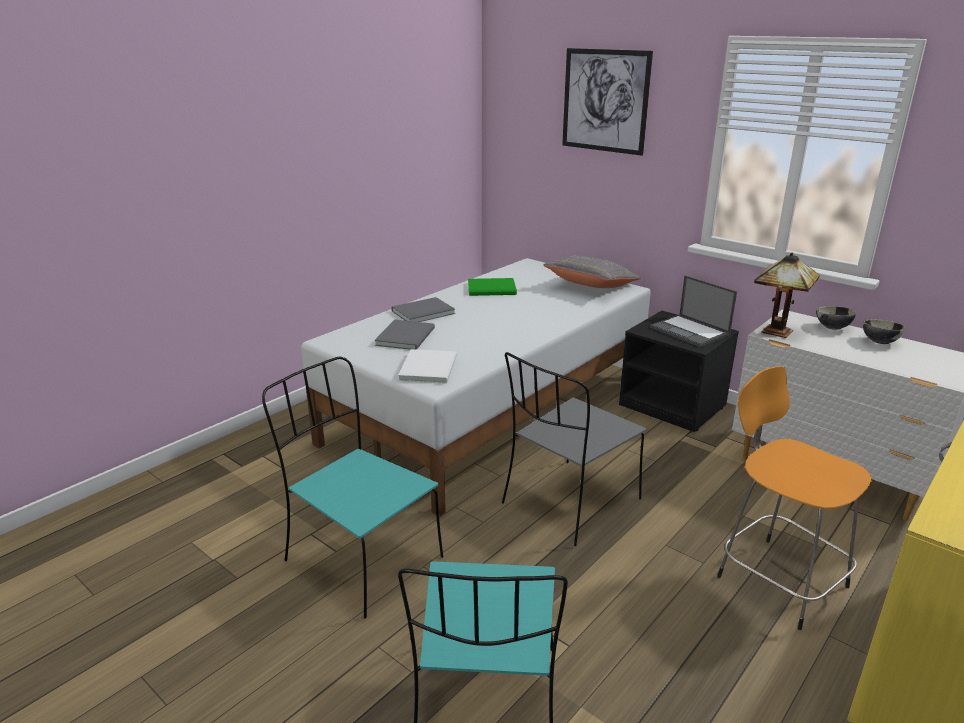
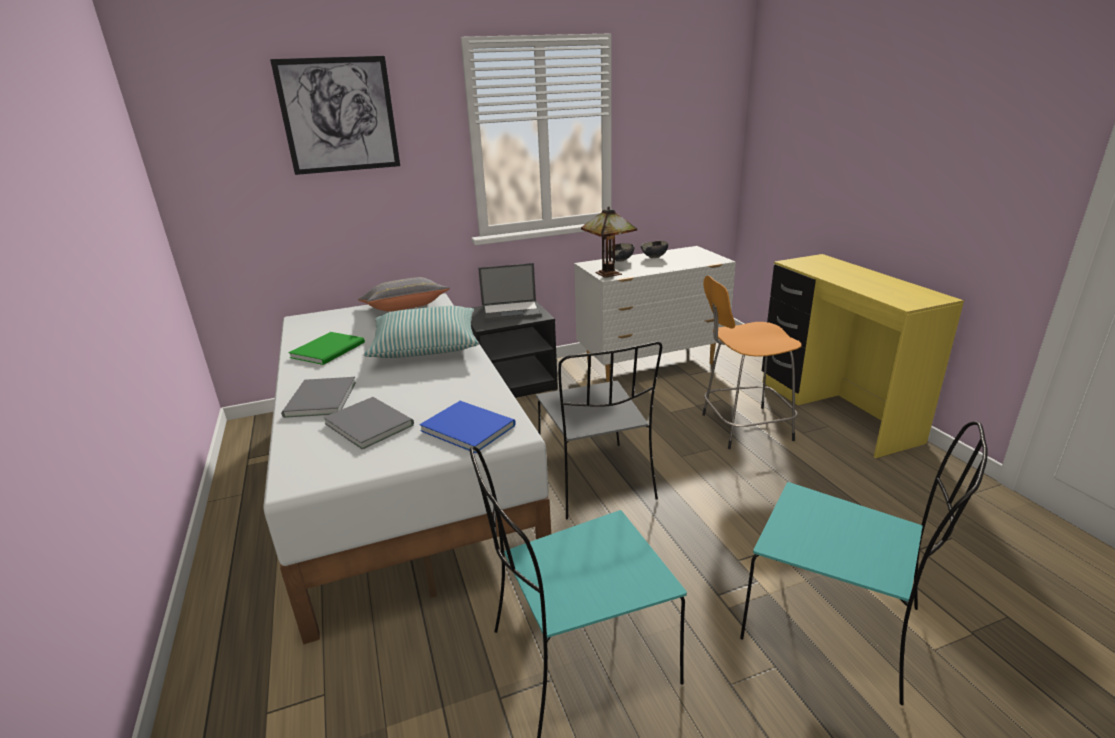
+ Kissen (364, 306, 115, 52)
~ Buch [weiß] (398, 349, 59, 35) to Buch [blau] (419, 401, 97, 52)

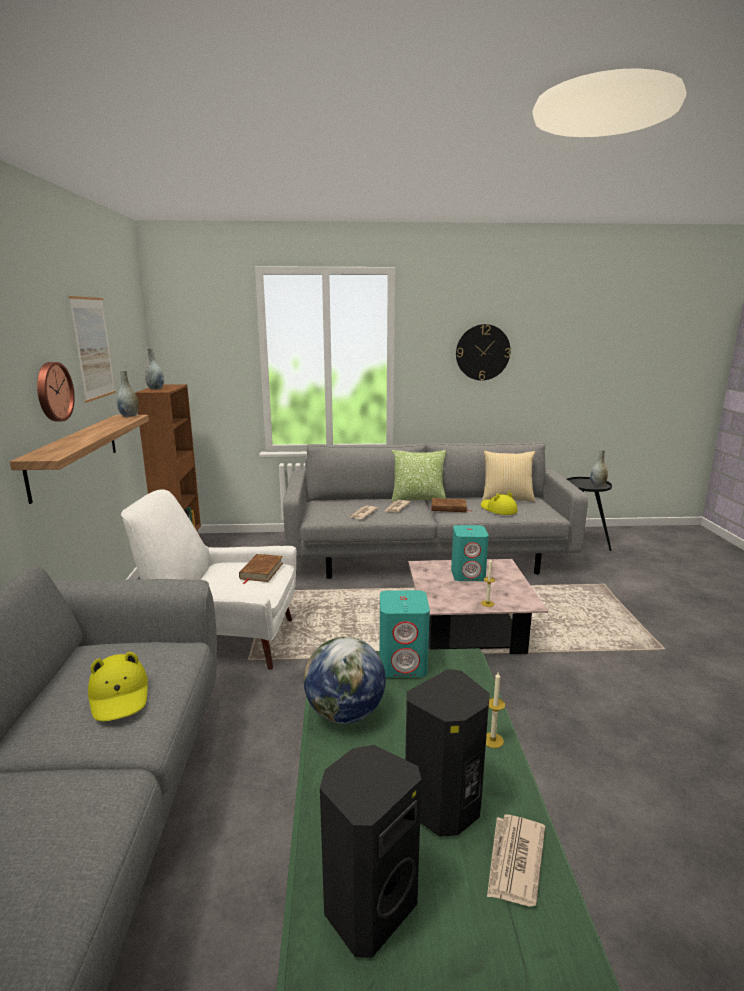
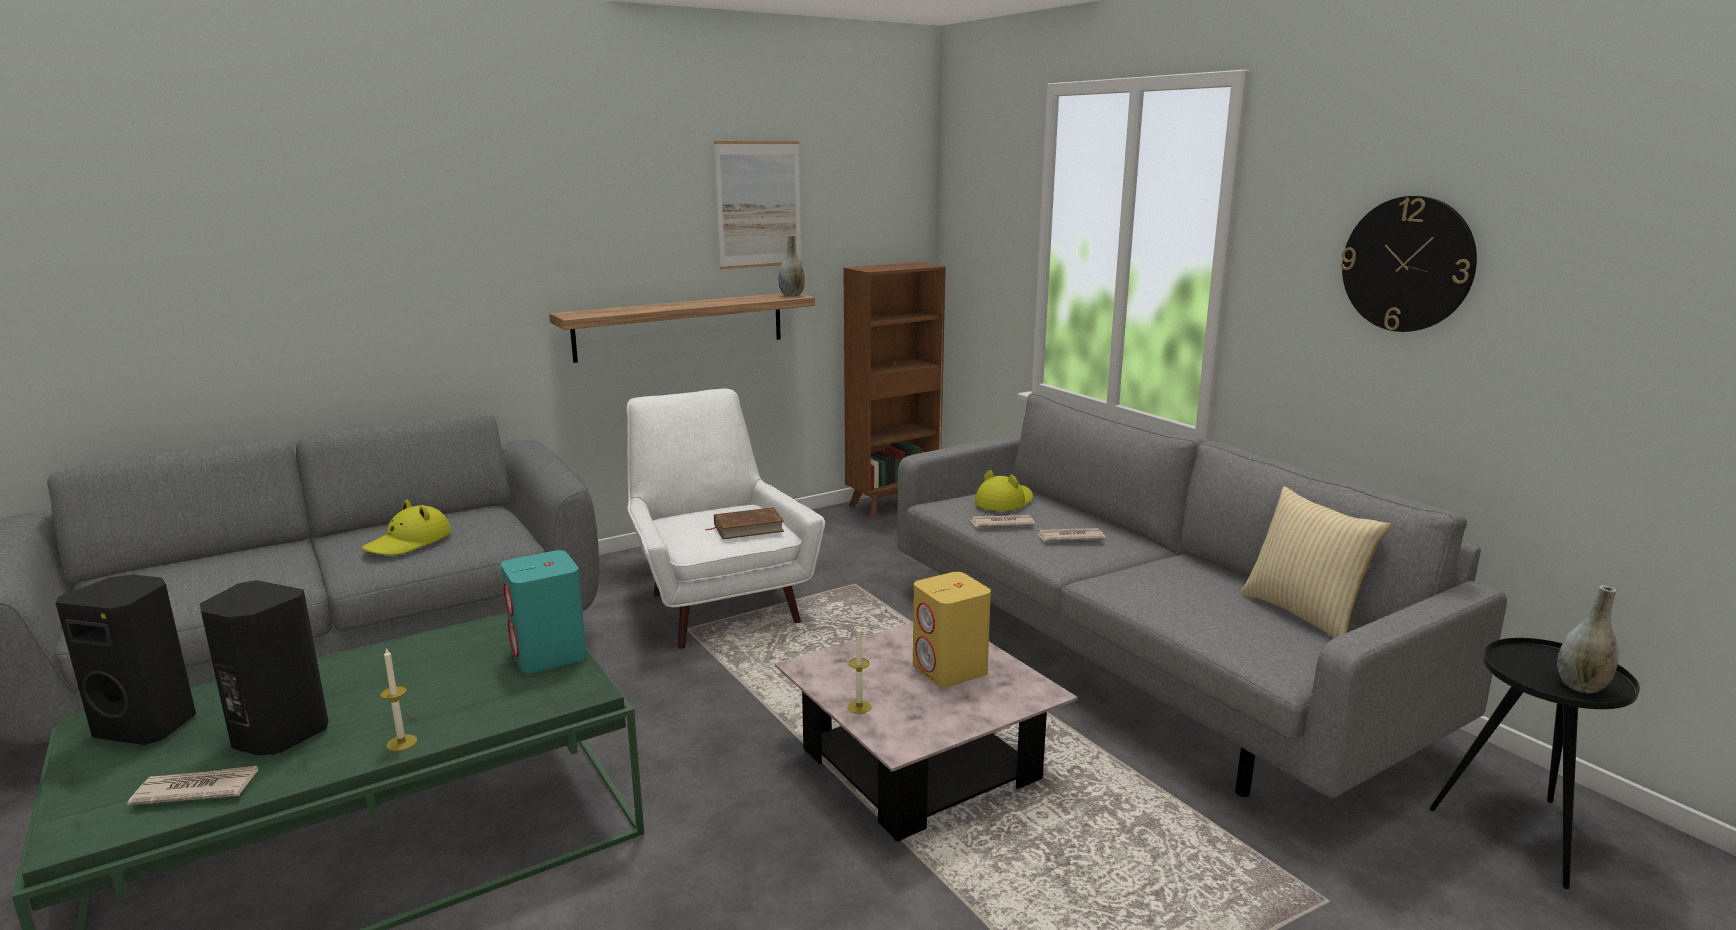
~ Lautsprecher [türkis] (451, 525, 38, 56) to Lautsprecher [gelb] (913, 572, 78, 115)
~ Hut [gelb] (481, 492, 37, 23) to (975, 470, 58, 41)
- Wanduhr (37, 362, 38, 59)
- Vase [grau] (145, 348, 19, 42)
- Globus (304, 637, 82, 87)
- Kissen (391, 450, 55, 52)
- Buch [braun] (431, 498, 40, 14)

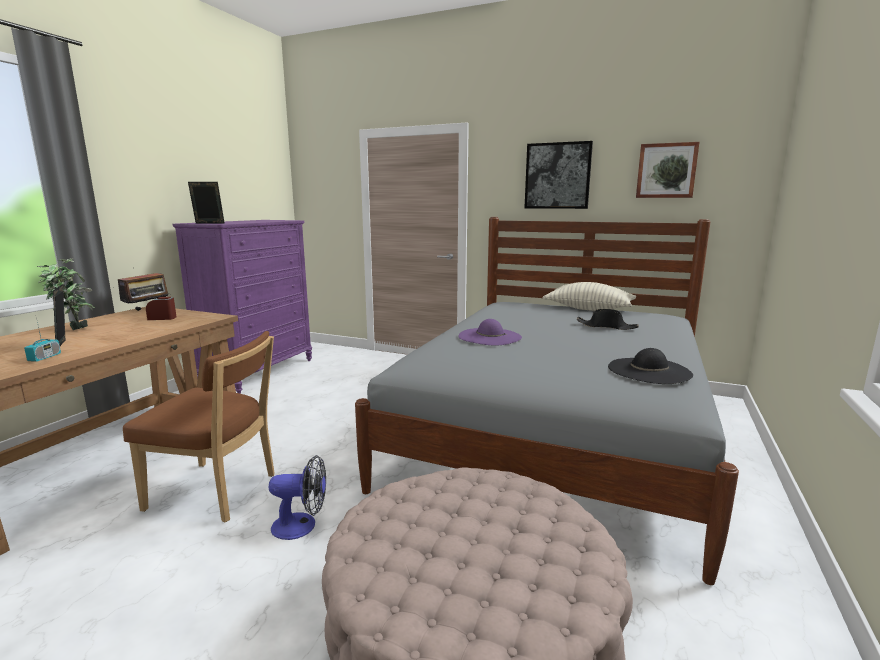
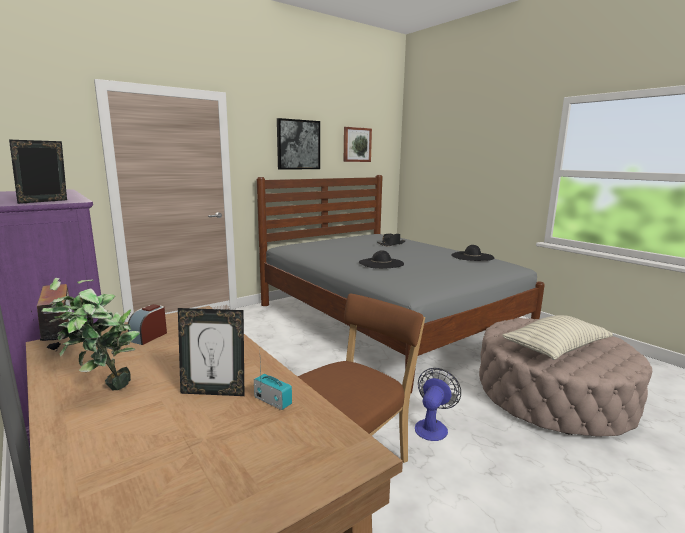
~ Hut [lila] (459, 319, 63, 27) to Hut [schwarz] (359, 250, 45, 19)
~ Kissen (543, 282, 94, 29) to (503, 315, 110, 45)

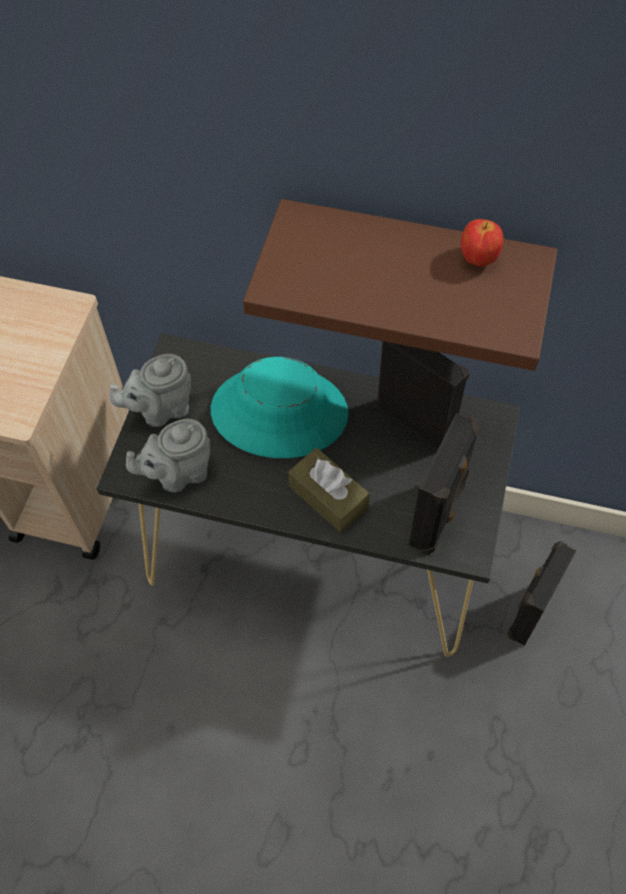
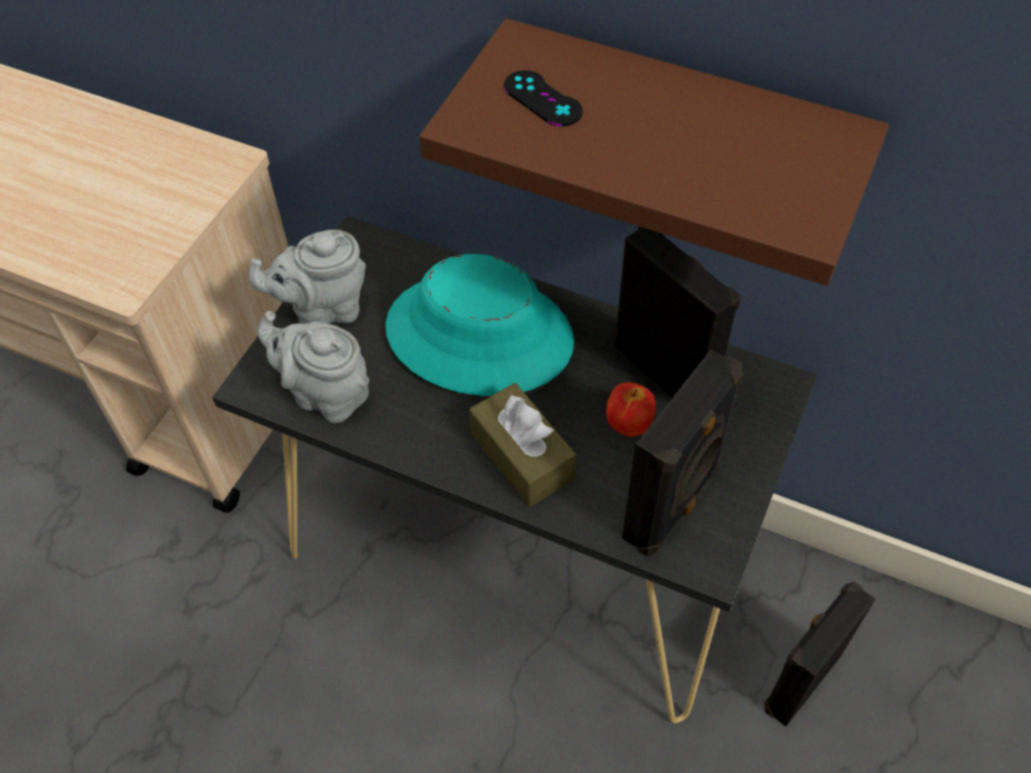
~ Teekanne [grau] (126, 419, 84, 73) = (257, 311, 112, 113) 45 degrees clockwise
+ Gamepad [schwarz] (504, 70, 79, 56)
~ Apfel (461, 219, 43, 47) to (606, 382, 50, 55)

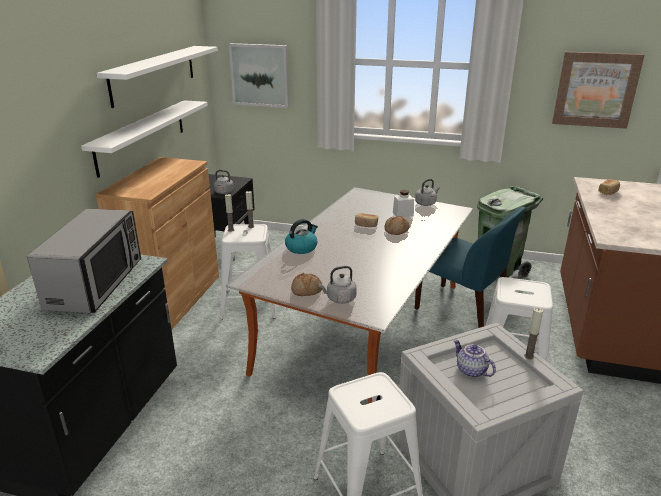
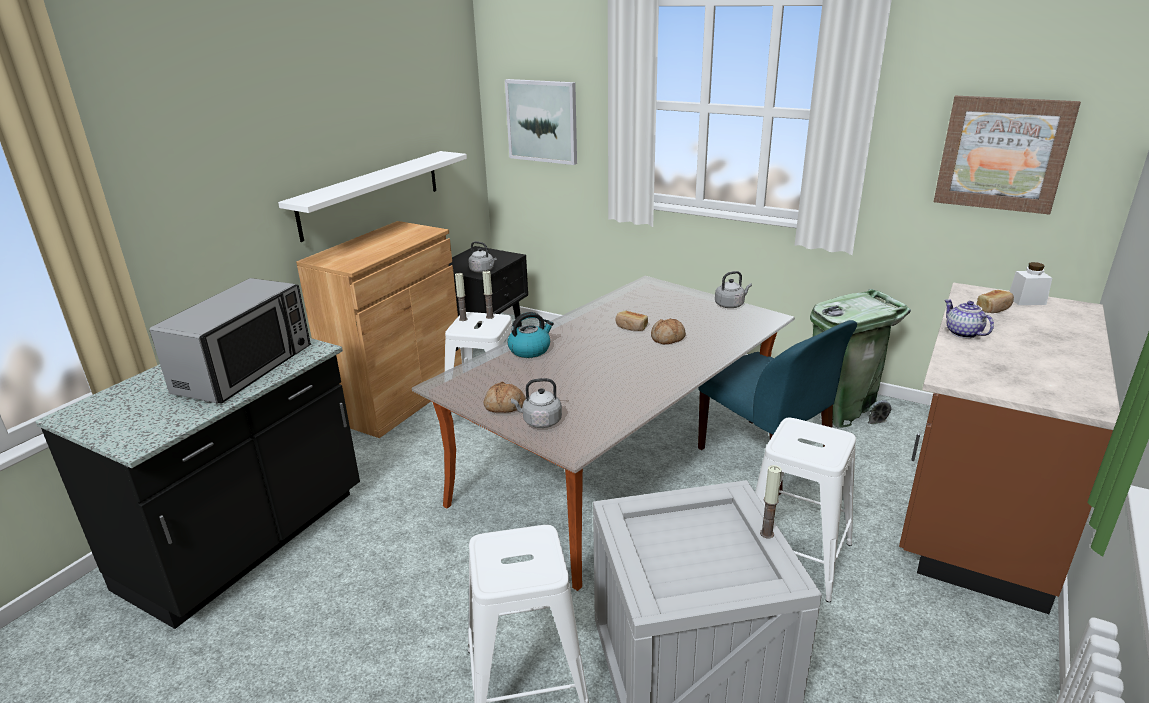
~ Teekanne (453, 340, 43, 38) to (945, 299, 49, 39)
~ Vorratsglas [weiß] (393, 190, 21, 27) to (1009, 262, 43, 43)
- Wandregal [weiß] (97, 46, 121, 62)

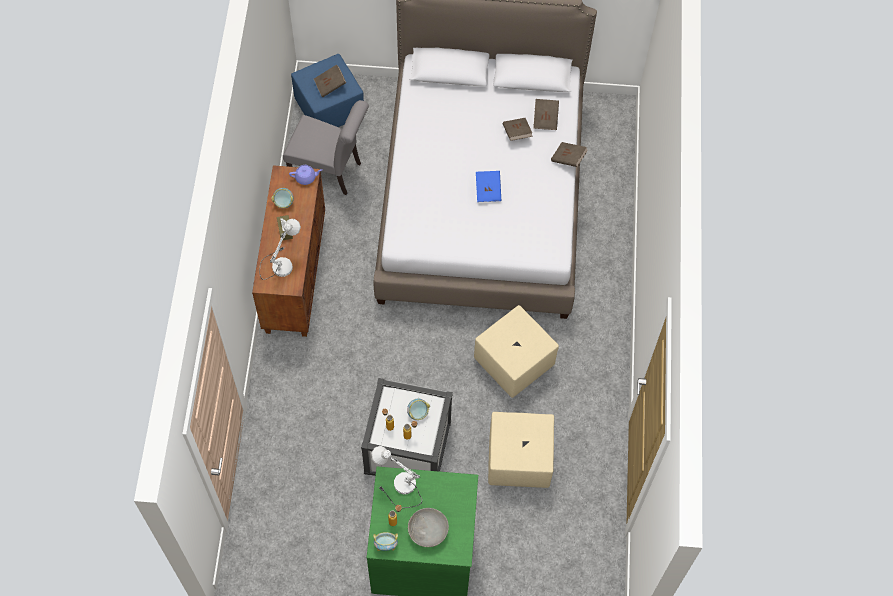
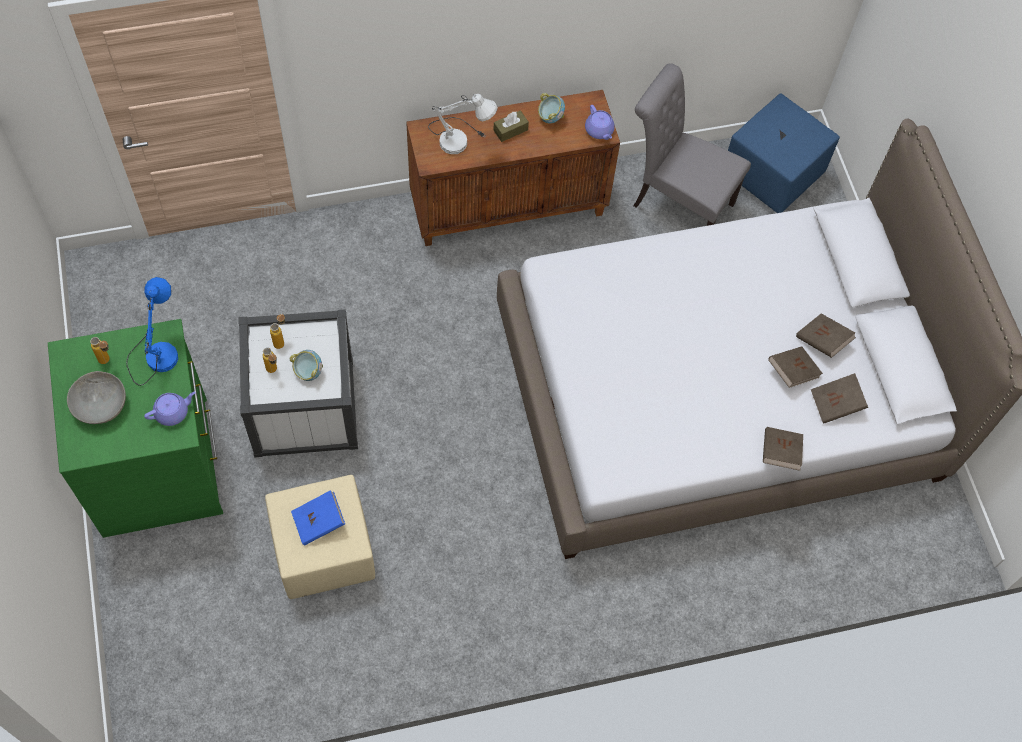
~ Tischlampe [weiß] (371, 446, 51, 62) to Tischlampe [blau] (126, 277, 52, 109)
+ Teekanne [lila] (144, 392, 52, 34)
~ Buch [blau] (476, 171, 25, 31) to (291, 490, 54, 55)
~ Stuhl [grau] (283, 100, 86, 95) = (633, 63, 118, 163) 120 degrees clockwise
~ Buch [braun] (314, 64, 32, 33) to (796, 313, 60, 45)
- Schüssel (373, 532, 25, 19)
- Polsterhocker [beige] (474, 305, 85, 93)

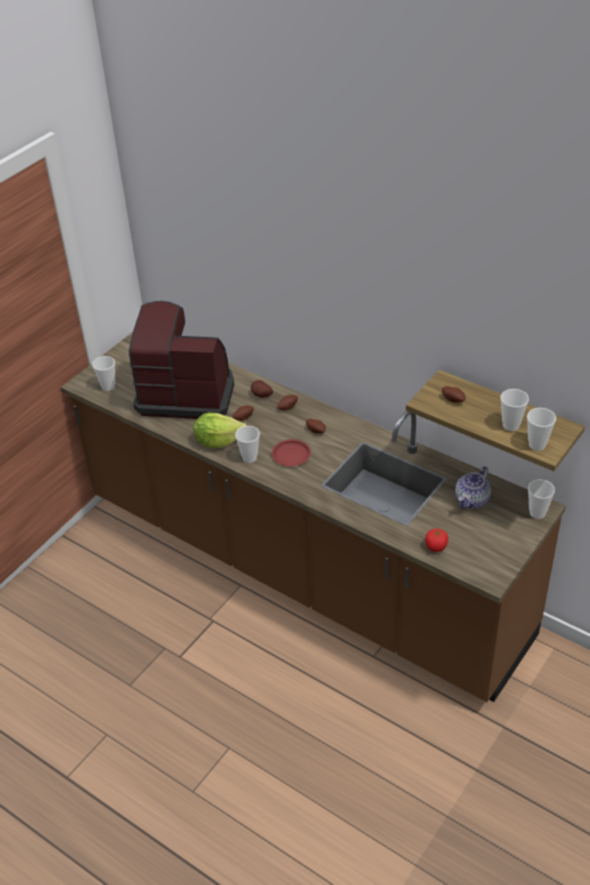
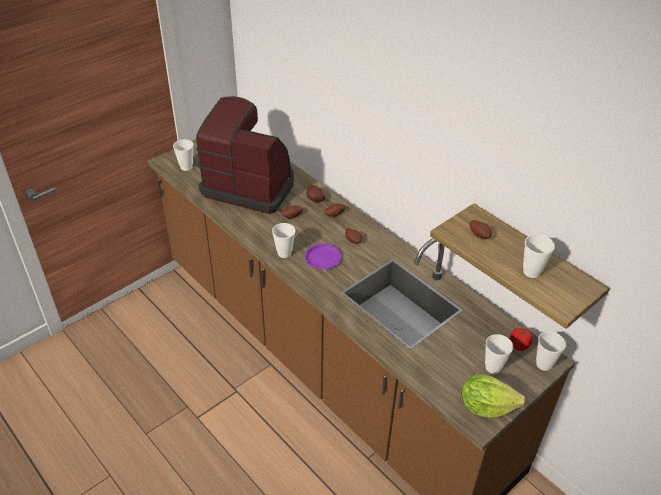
~ Teller [rot] (272, 439, 39, 27) to Teller [lila] (304, 244, 38, 25)
~ Salatkopf (193, 413, 54, 35) to (461, 374, 65, 44)
~ Tasse (527, 408, 29, 43) to (485, 334, 28, 40)
~ Tomate (425, 529, 23, 23) to (510, 328, 23, 23)
- Teekanne (455, 466, 36, 43)

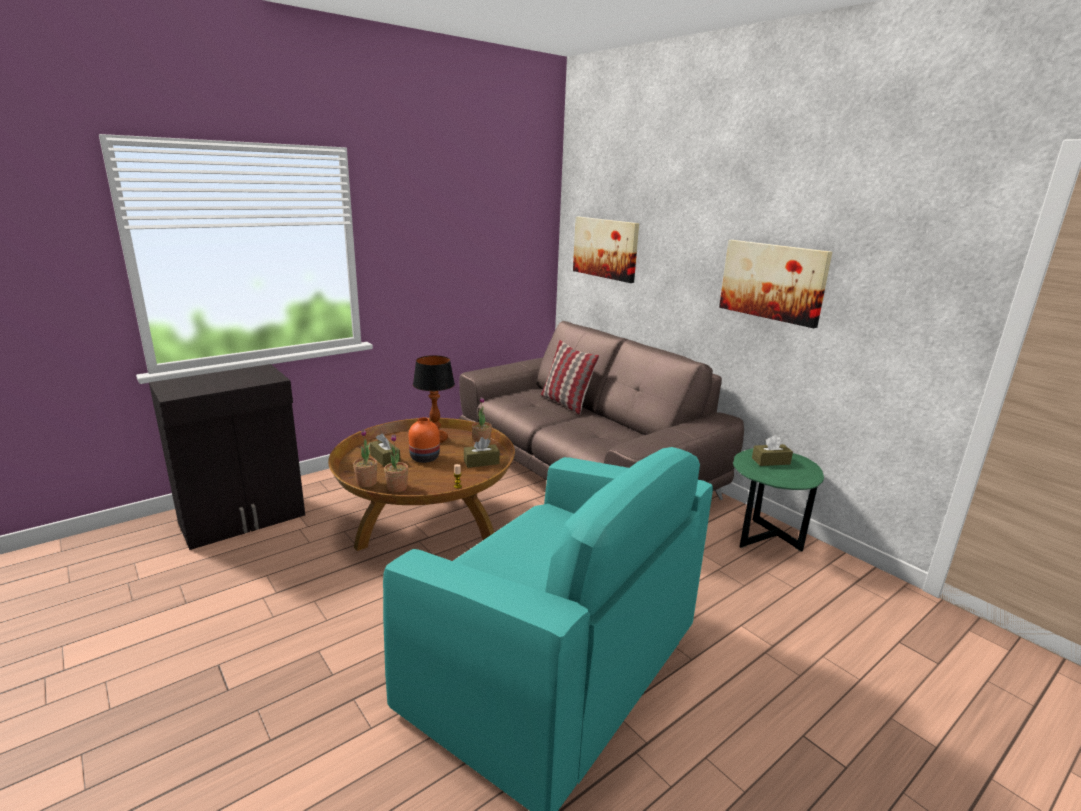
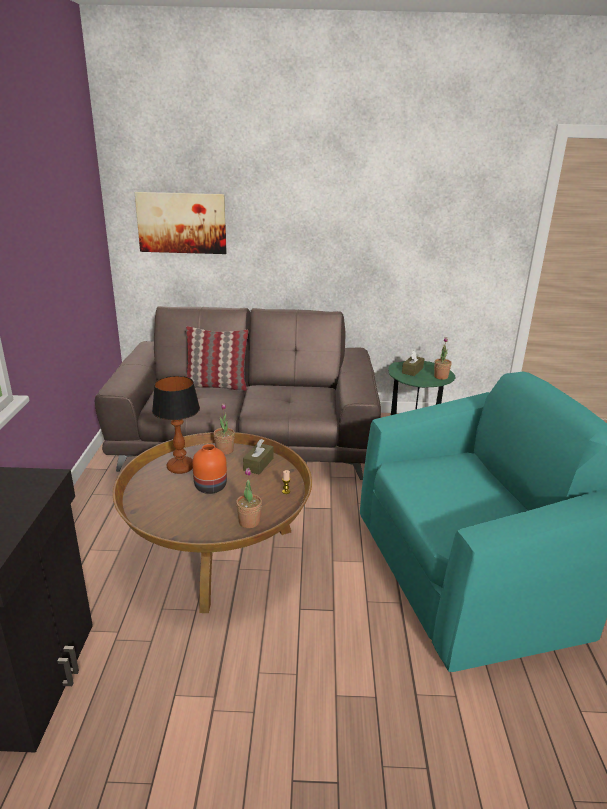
~ Topfpflanze (353, 429, 24, 59) to (434, 337, 18, 43)
- Taschentuchbox [braun] (370, 433, 31, 34)
- Bild (719, 240, 113, 88)

